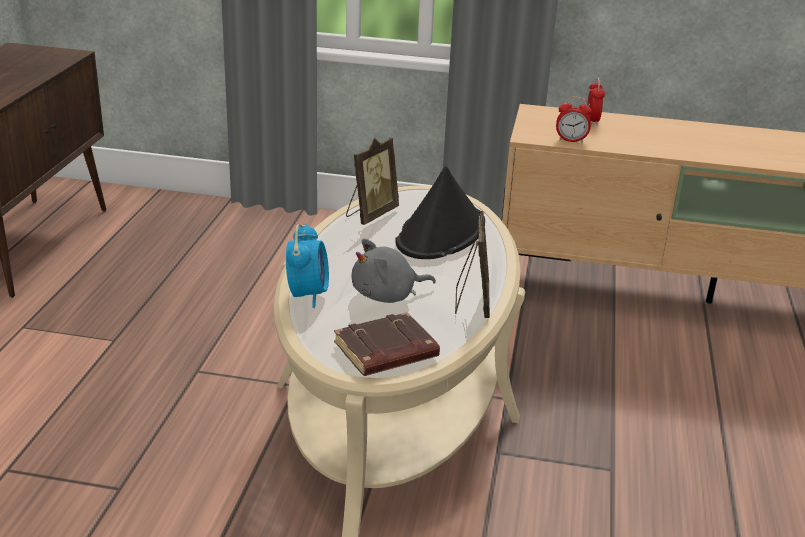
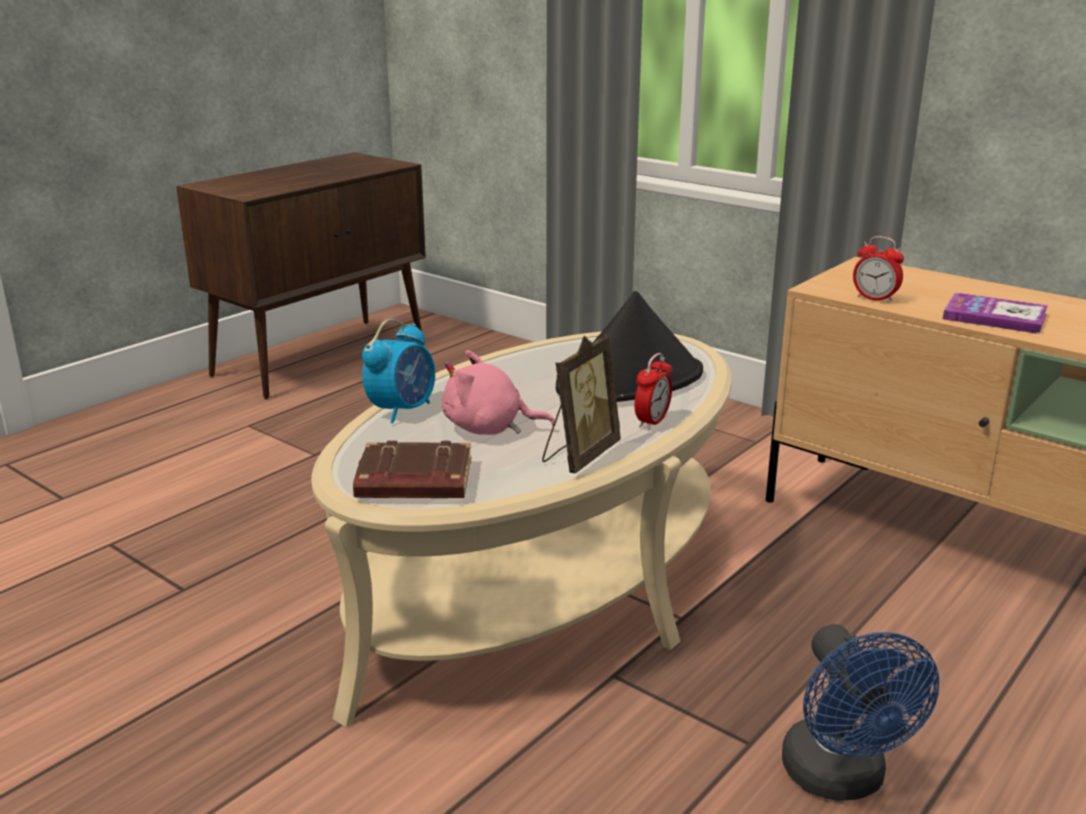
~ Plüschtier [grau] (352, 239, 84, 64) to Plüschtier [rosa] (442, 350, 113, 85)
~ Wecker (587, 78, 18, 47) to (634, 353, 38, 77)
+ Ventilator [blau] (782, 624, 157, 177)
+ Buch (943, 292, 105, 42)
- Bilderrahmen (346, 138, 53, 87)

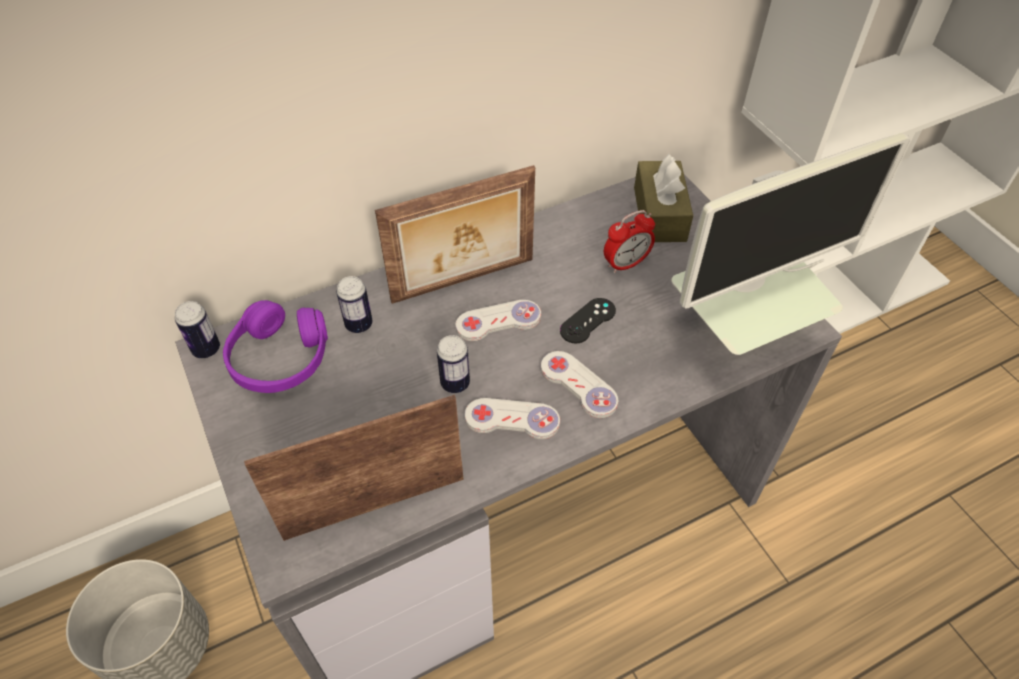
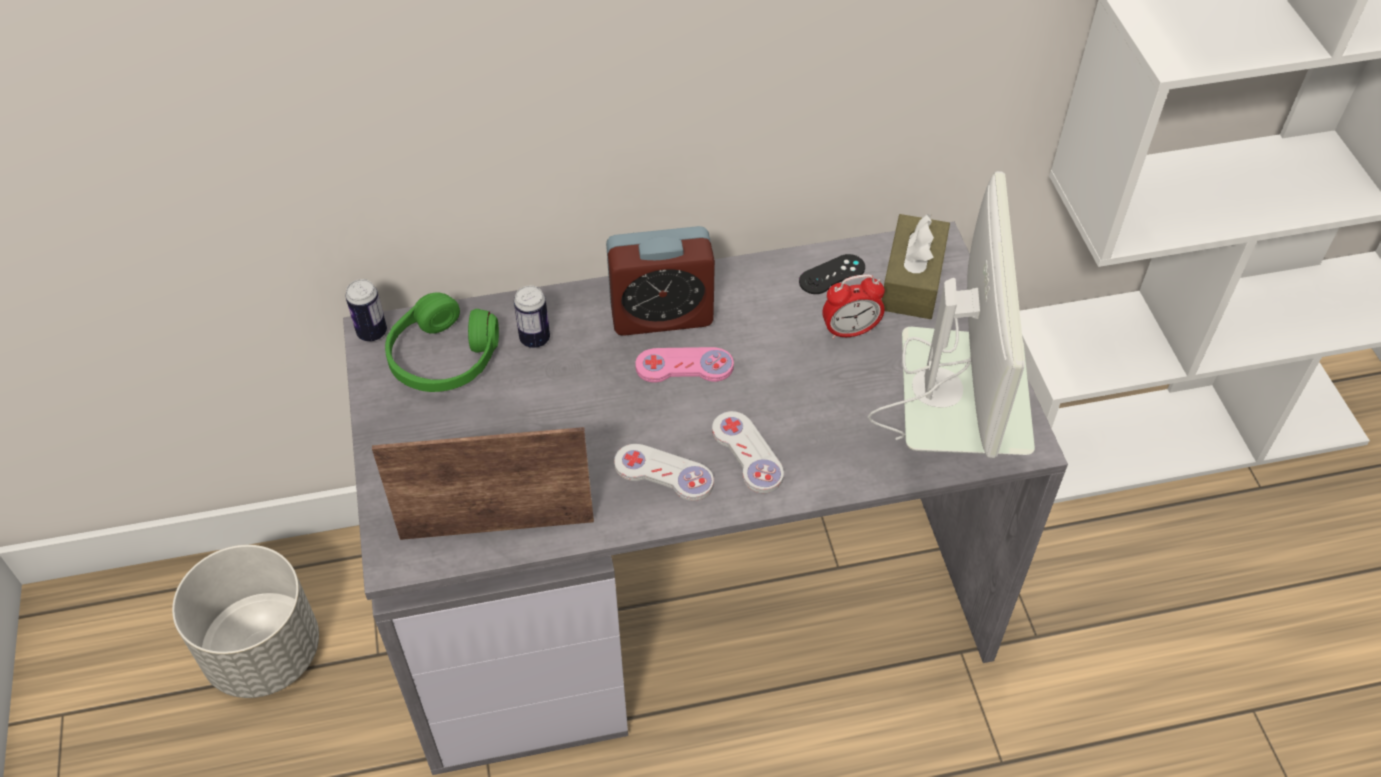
~ Kopfhörer [lila] (223, 300, 105, 93) to Kopfhörer [grün] (385, 292, 114, 100)
~ Bilderrahmen (375, 165, 160, 139) to Wecker (606, 226, 109, 110)
~ Gamepad [weiß] (456, 300, 85, 41) to Gamepad [rosa] (635, 347, 99, 36)
~ Gamepad [schwarz] (560, 298, 56, 46) to (799, 254, 66, 40)
~ Monitor (671, 133, 239, 222) = (868, 171, 167, 287) 75 degrees counterclockwise
- Dose (437, 335, 33, 58)

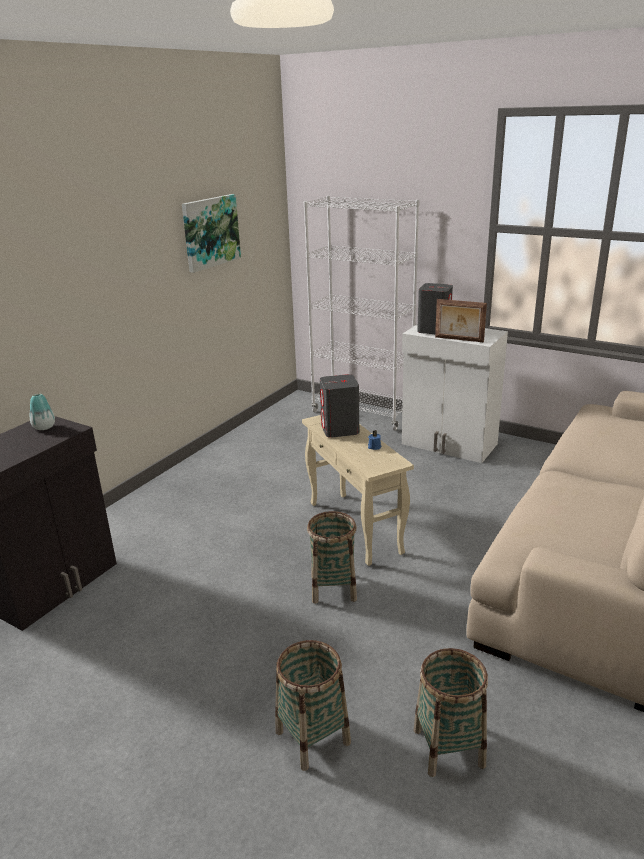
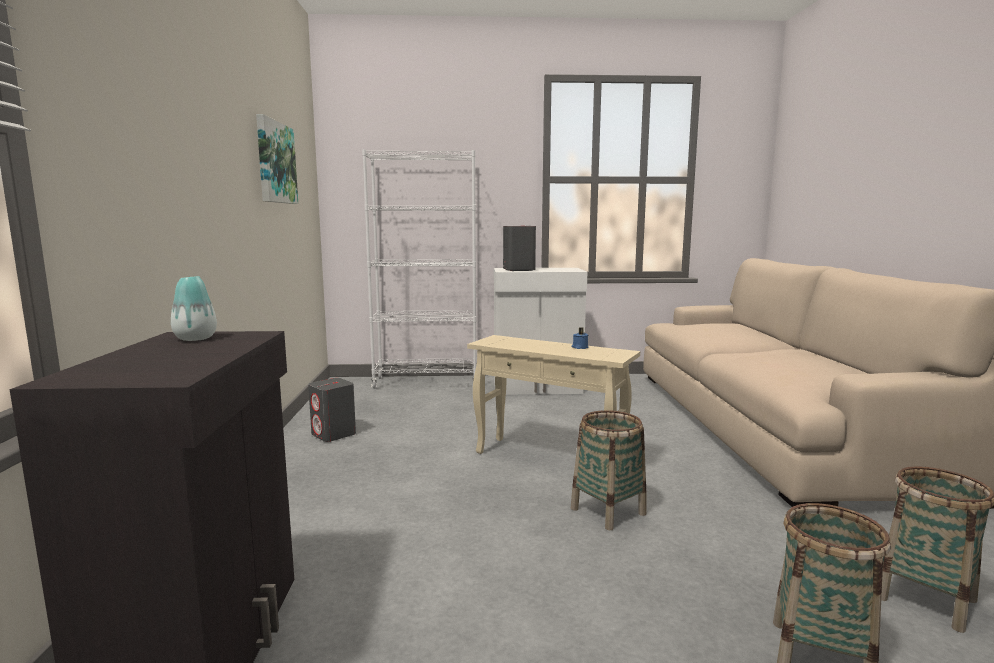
~ Lautsprecher [grau] (320, 374, 39, 64) to (308, 378, 48, 64)
- Bilderrahmen (435, 299, 52, 43)

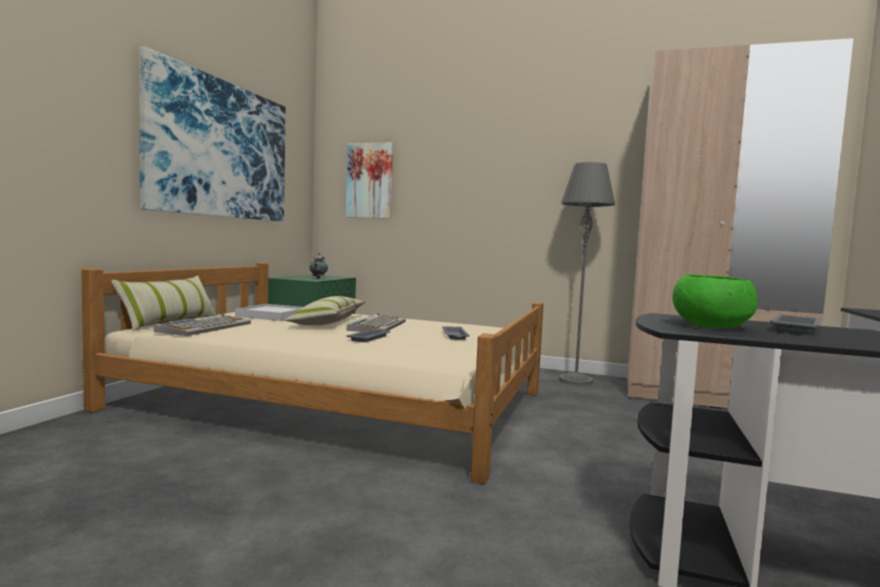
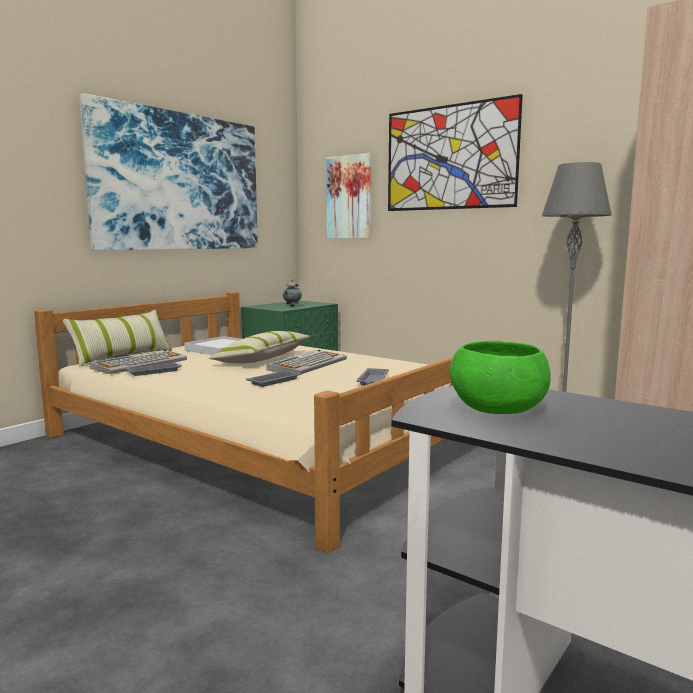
~ Tablett [grau] (770, 315, 51, 19) to (125, 362, 57, 14)
+ Bild (388, 94, 135, 117)

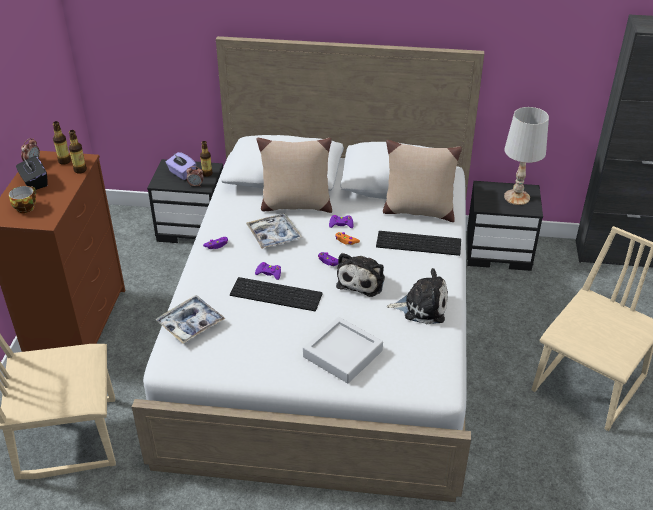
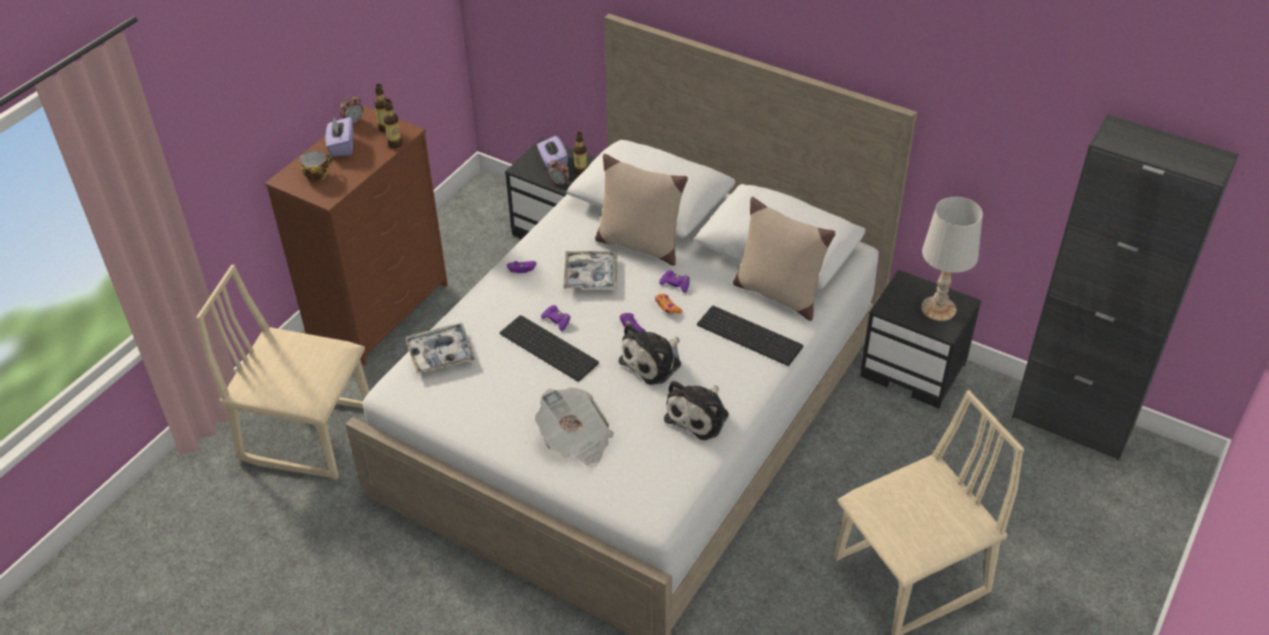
~ Taschentuchbox [schwarz] (16, 156, 32, 34) to Taschentuchbox [lila] (326, 117, 27, 40)
~ Tablett [grau] (303, 317, 80, 66) to Zeitung (535, 387, 79, 80)
~ Plüschtier (387, 268, 61, 56) = (664, 380, 65, 60) 90 degrees clockwise

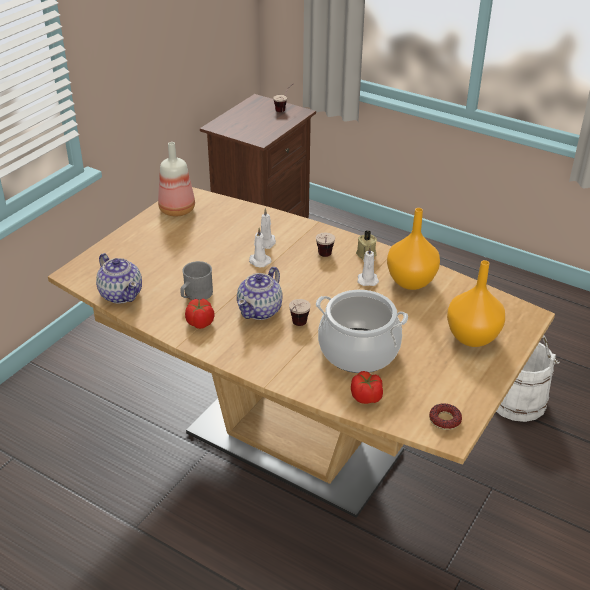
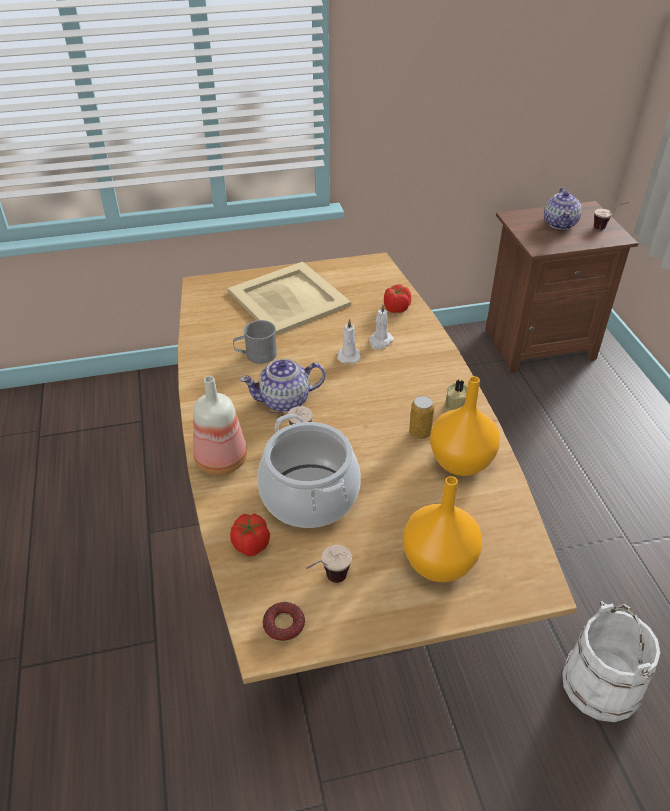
~ Flasche (158, 142, 37, 75) to (193, 376, 54, 99)
+ Tablett [beige] (228, 262, 123, 73)
~ Tasse (316, 233, 19, 24) to (306, 545, 46, 38)
~ Tomate (185, 299, 30, 30) to (384, 284, 27, 29)
~ Kerze [weiß] (357, 246, 22, 40) to Dose (409, 396, 26, 43)
~ Teekanne (96, 253, 46, 51) to (544, 188, 38, 42)

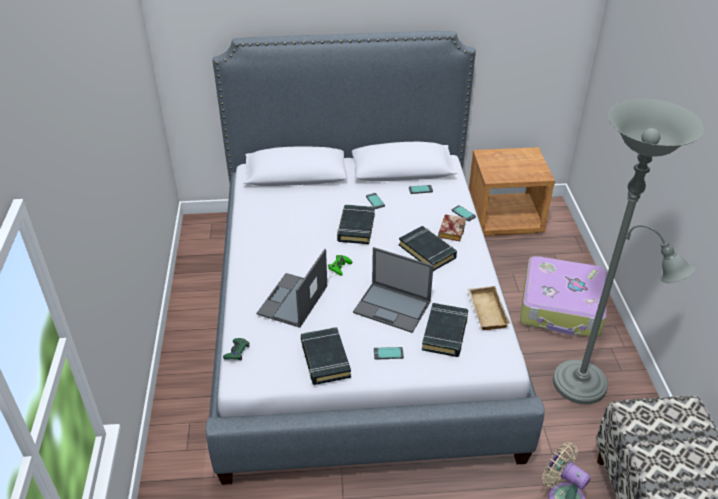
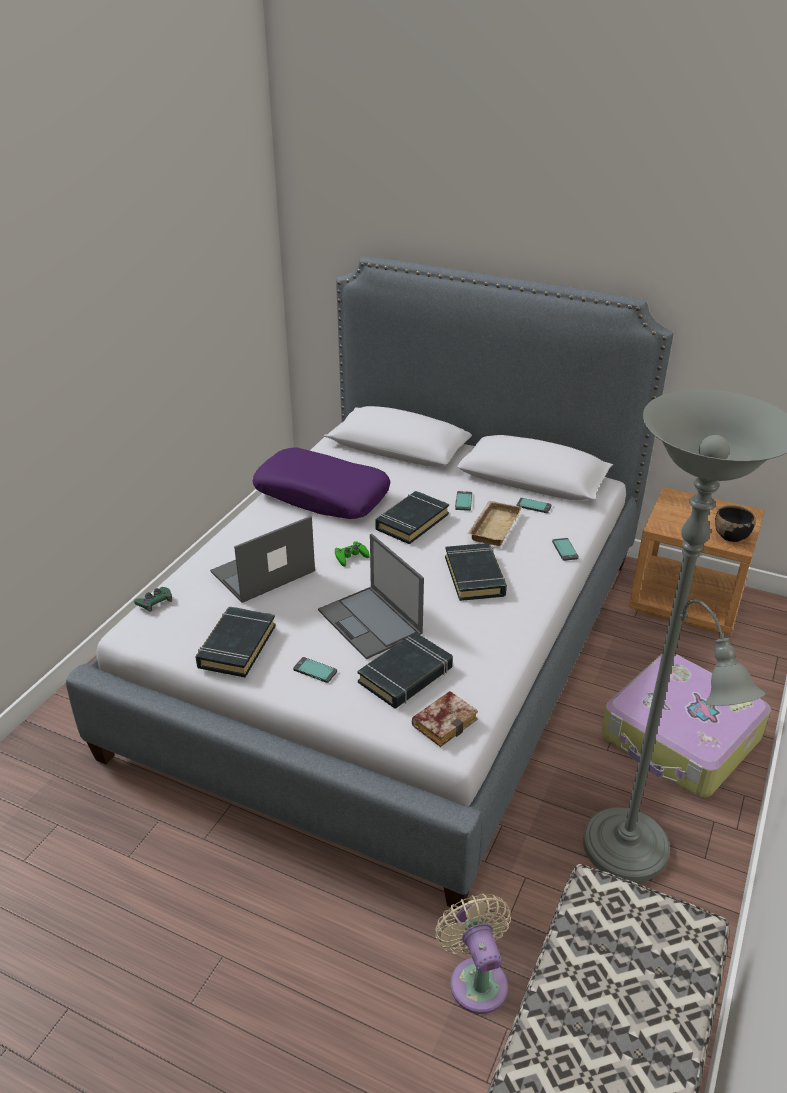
+ Kissen [lila] (253, 447, 137, 72)
~ Buch (438, 214, 28, 27) to (412, 691, 66, 56)
~ Tablett [beige] (467, 286, 44, 44) to (468, 501, 54, 45)
+ Schüssel [schwarz] (715, 505, 41, 37)

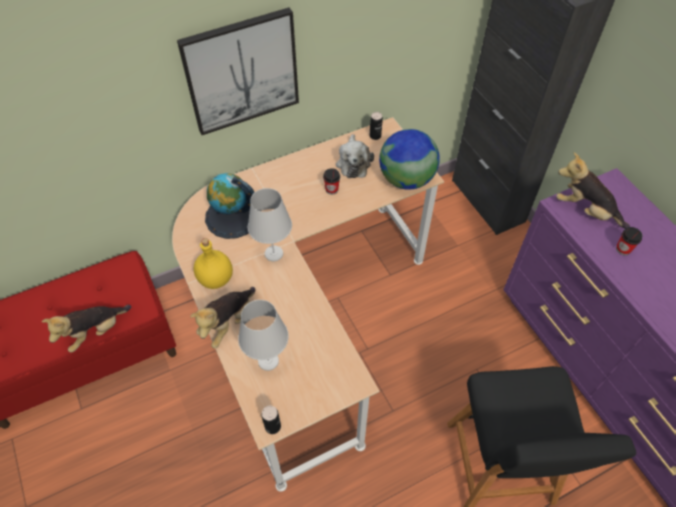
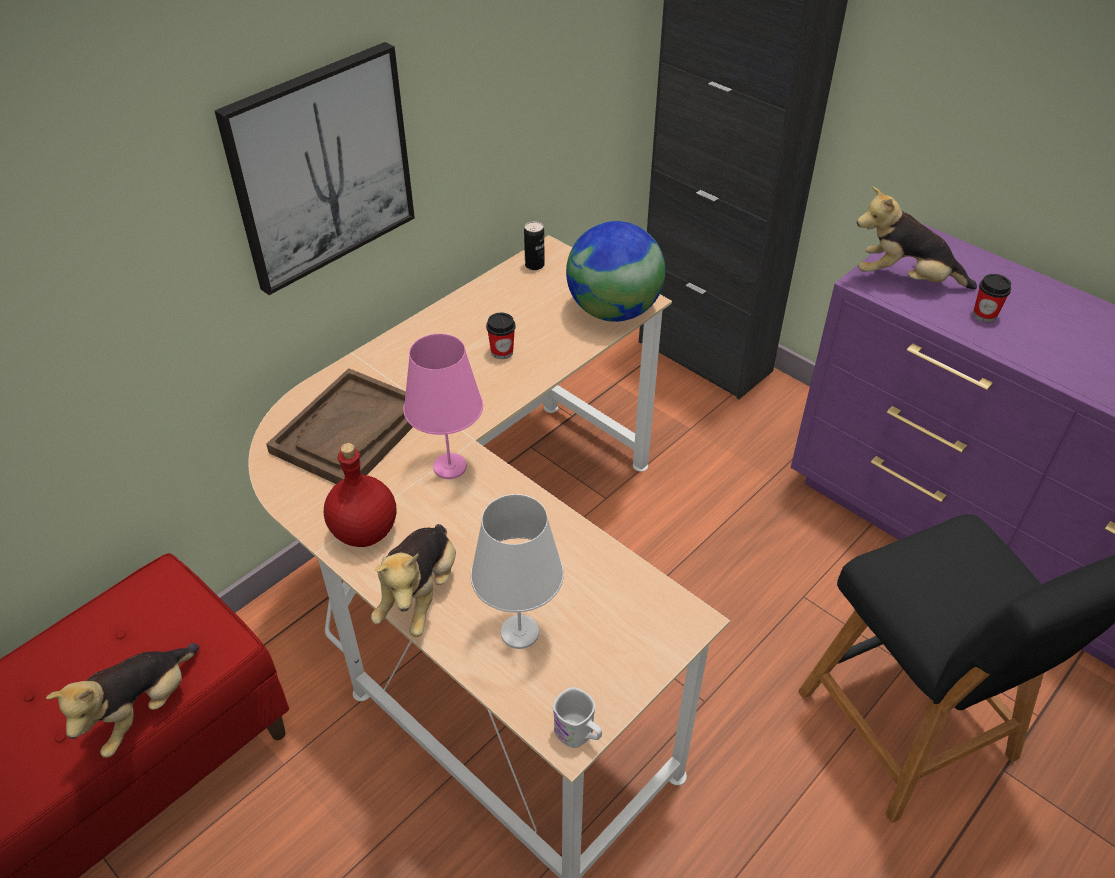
~ Globus (205, 173, 50, 66) to Tablett [braun] (266, 368, 147, 116)
~ Flasche [gelb] (194, 238, 39, 51) to Flasche [rot] (324, 443, 73, 104)
~ Tischlampe [weiß] (248, 188, 44, 73) to Tischlampe [rosa] (403, 334, 80, 145)
~ Dose (261, 405, 20, 29) to Henkelbecher [weiß] (553, 687, 49, 61)
- Plüschtier (336, 134, 38, 44)

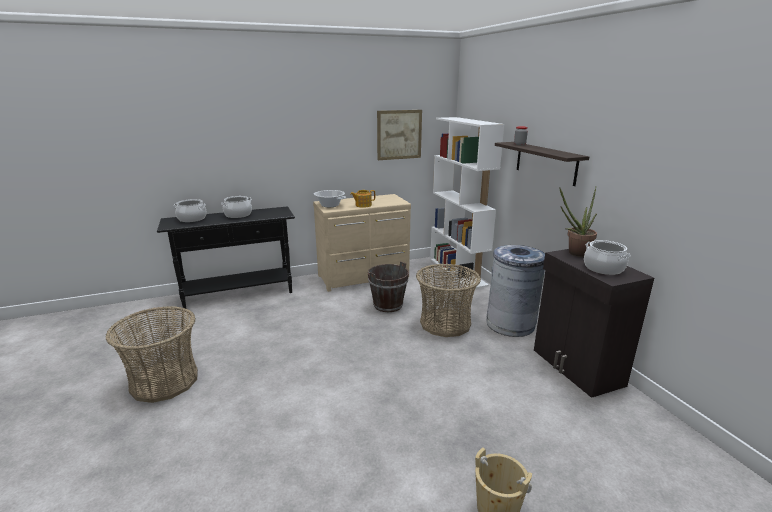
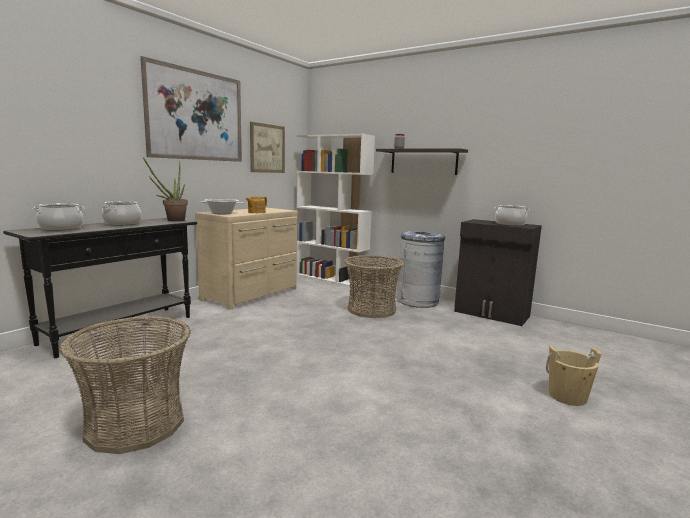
+ Bild (140, 56, 102, 106)
~ Topfpflanze (559, 187, 38, 70) to (143, 157, 45, 64)
- Eimer [braun] (368, 261, 41, 51)

